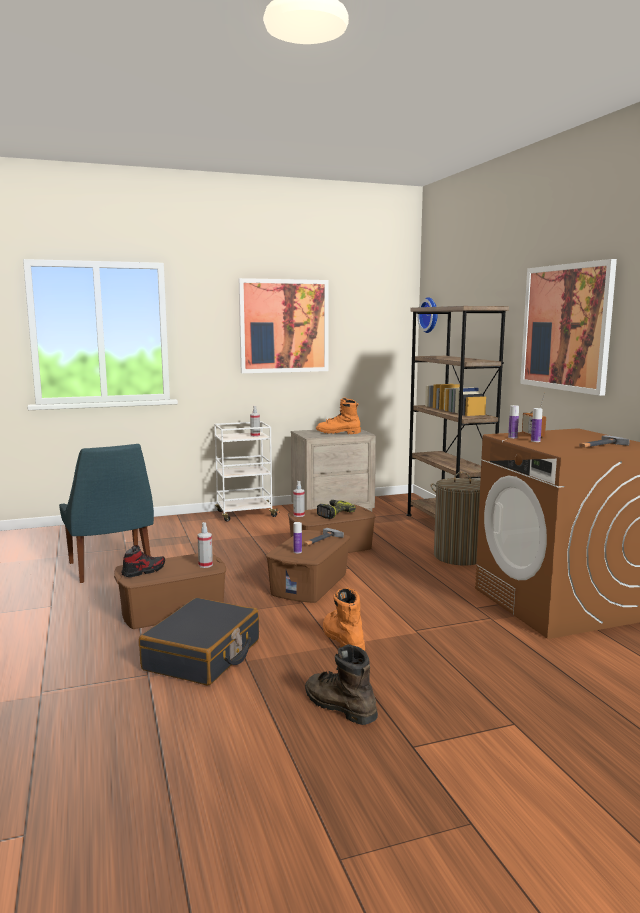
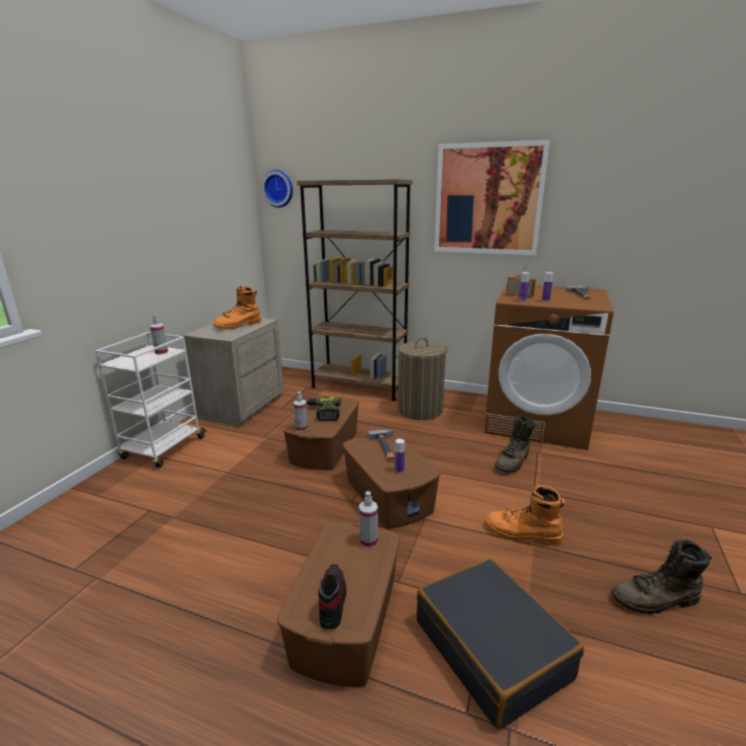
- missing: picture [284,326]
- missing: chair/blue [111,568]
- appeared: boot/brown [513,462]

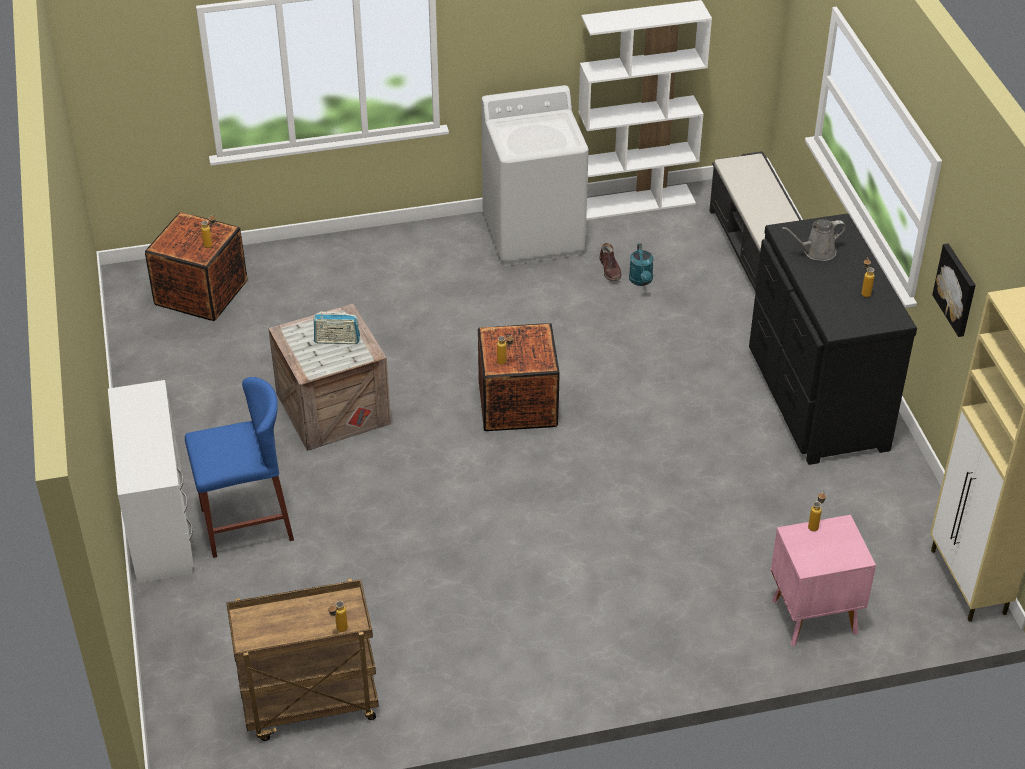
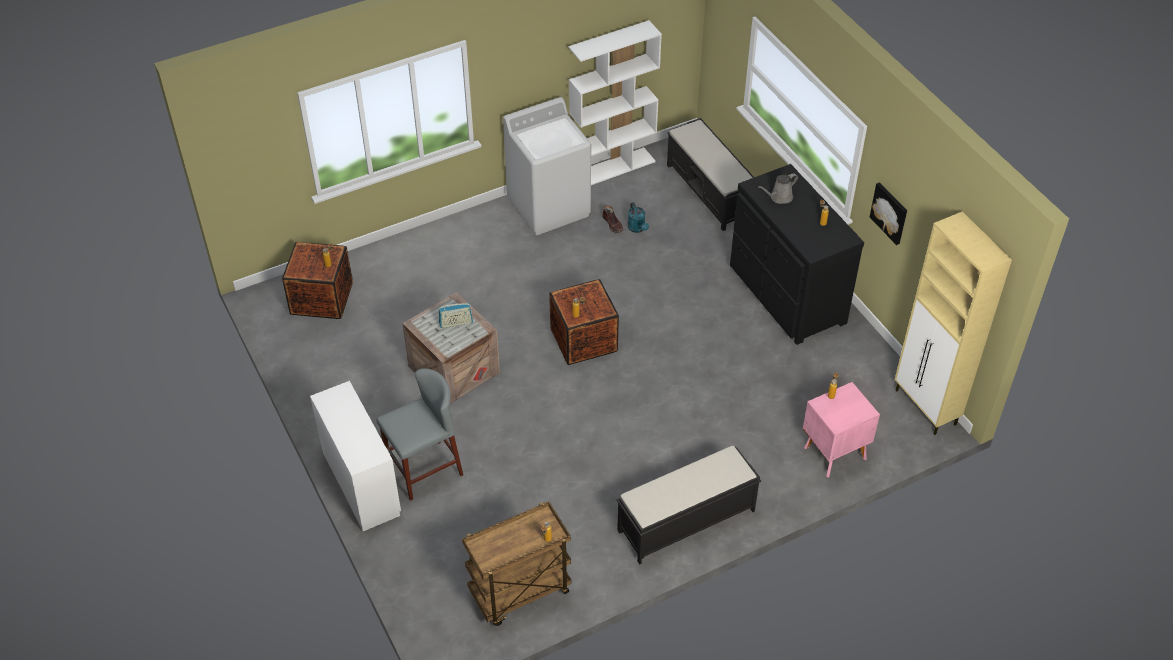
- colour: stool/blue [246,524] to stool/grey [425,470]
- appeared: bench/black [685,521]

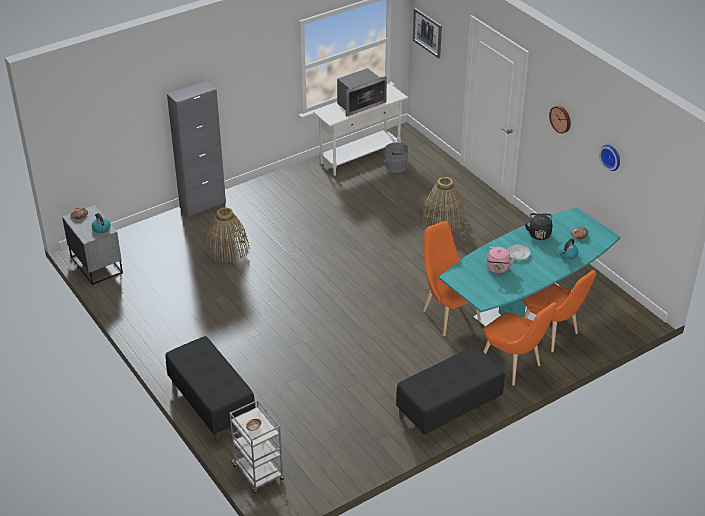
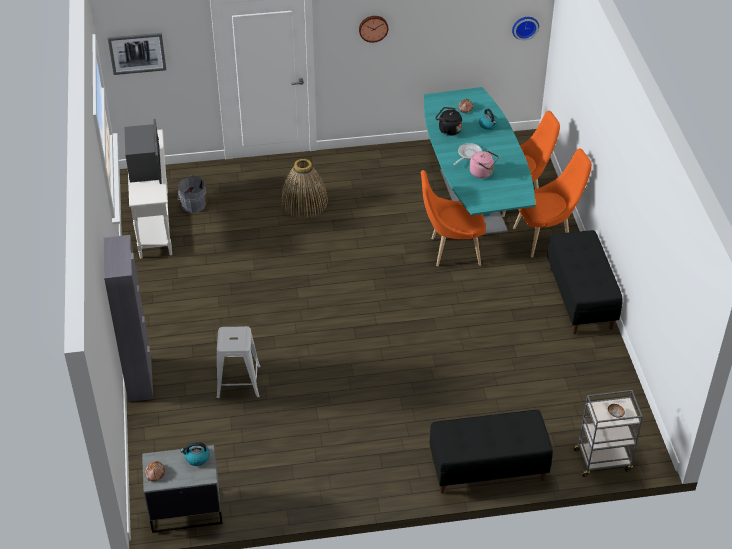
- relocated: wall clock [611,156] to [525,27]
- exchanged: basket [227,249] to stool/white [238,381]

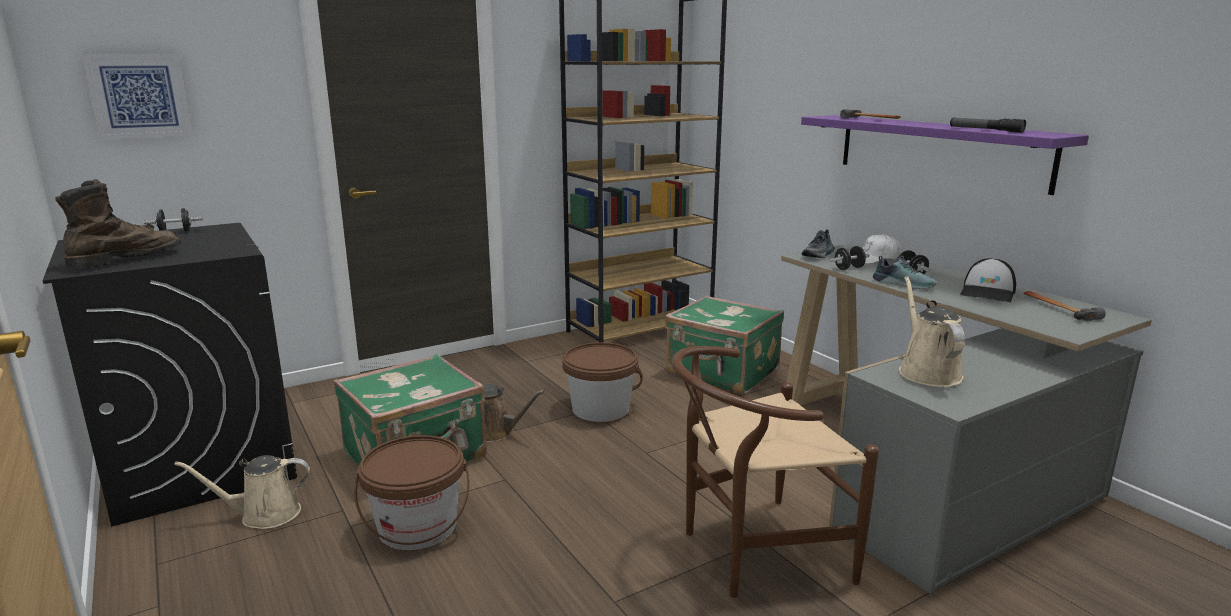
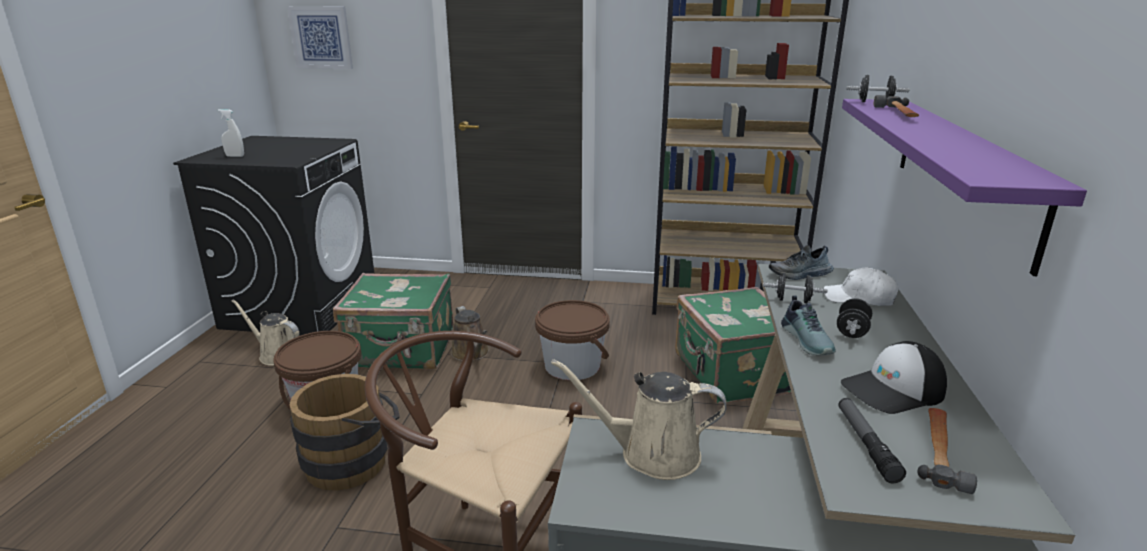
- relocated: flashlight [985,130] to [866,444]
- exchanged: boot/brown [126,259] to spray bottle/white [235,156]
- relocated: dumbbell/black [175,232] to [875,102]
- spun: watering can/beige [927,372] = [651,454] 120 degrees counterclockwise
- appeared: bucket/brown [354,460]

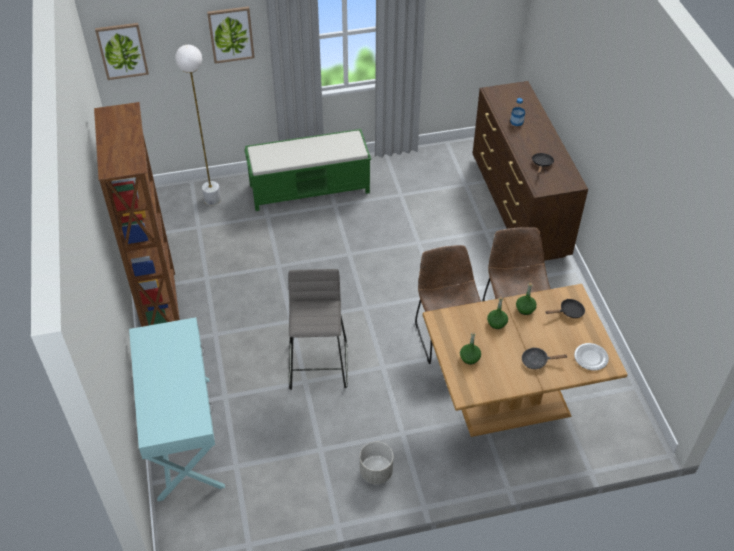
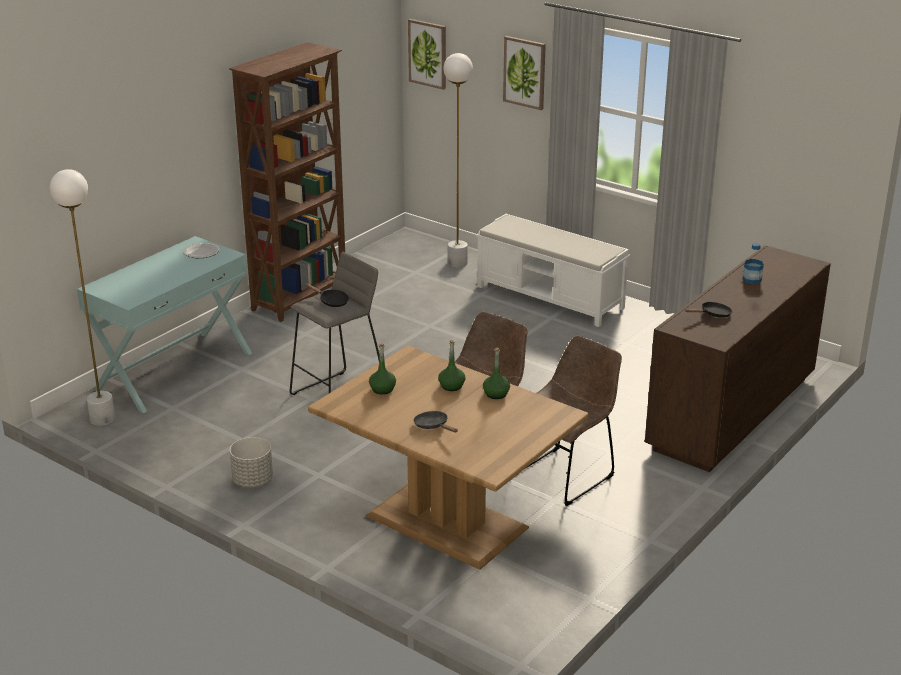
- colour: bench/green [310,188] to bench/white [550,297]
- relocated: frying pan/black [569,312] to [331,301]
- relocated: plate [591,358] to [201,252]
- appeared: floor lamp/white [102,419]

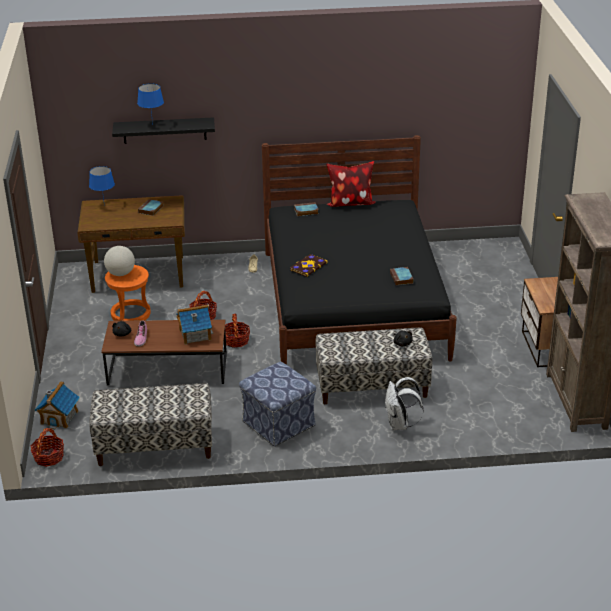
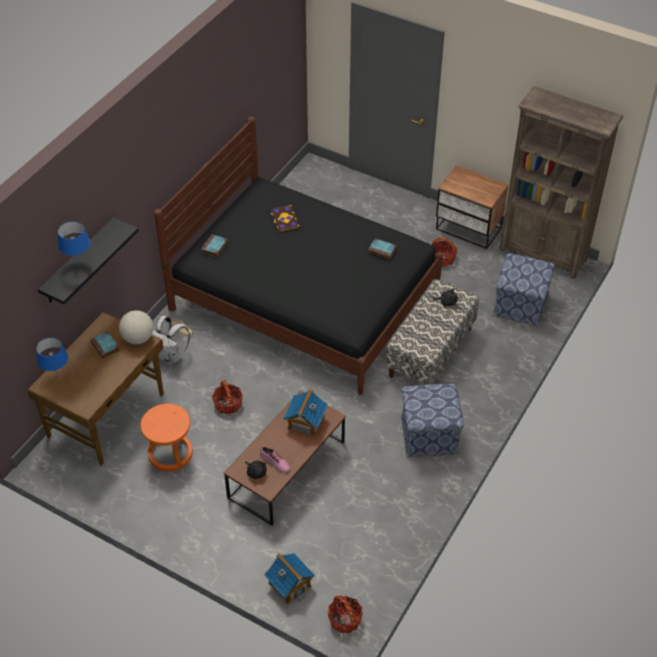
- missing: pillow [350,203]
- relocated: globe [120,274] to [138,338]
- relocated: book [308,266] to [284,219]
- relocated: basket [236,340] to [442,258]
- relocated: backpack/white [400,425] to [170,356]
- missing: bench [154,447]
- appeared: ottoman [520,305]

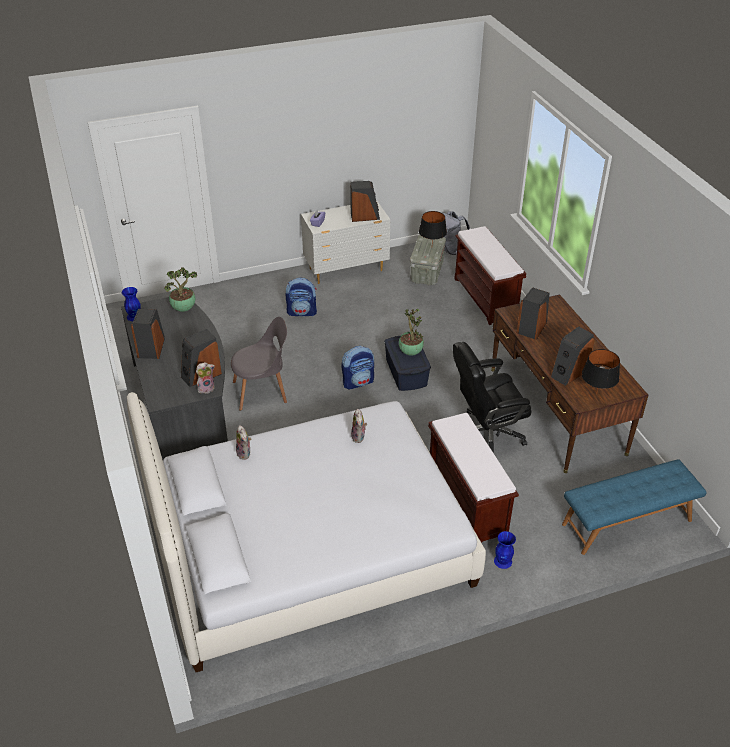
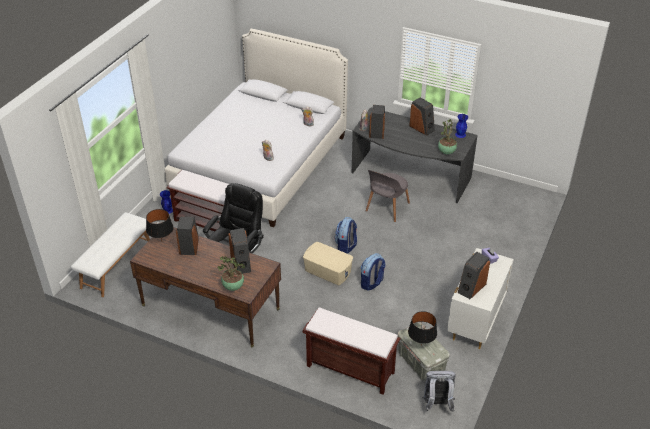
- relocated: backpack [302,312] to [372,283]
- relocated: potted plant [410,352] to [234,287]
- colour: storage box/blue [406,372] to storage box/beige [328,271]
- colour: bench/blue [627,523] to bench/white [116,265]

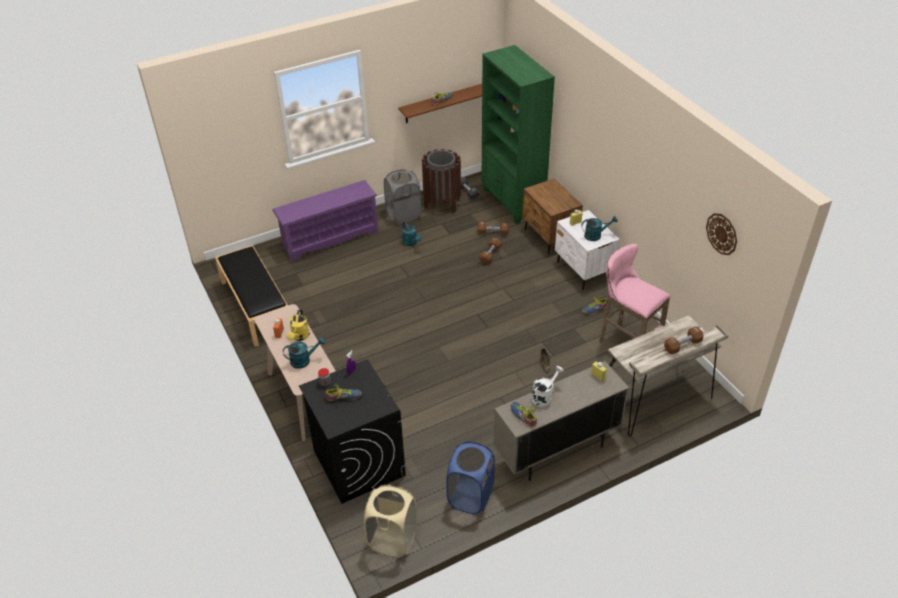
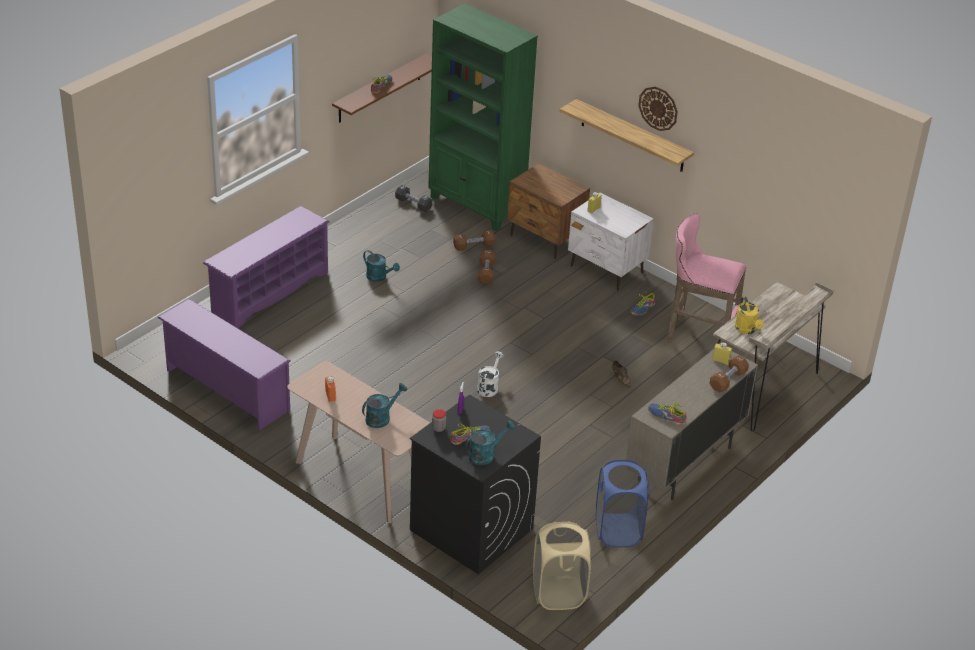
- missing: trash can/brown [442,204]
- missing: laundry basket/grey [403,214]
- relocated: wall clock [722,233] to [658,108]
- relocated: watering can/turquoise [596,235] to [486,455]
- exchanged: bench/black [255,306] to shoe rack/purple [225,391]
- relocated: watering can/yellow [299,337] to [747,330]
- relocated: dumbbell/brown [682,345] to [728,380]
- relocated: watering can/white [544,396] to [489,387]
- appeared: shelf [632,136]

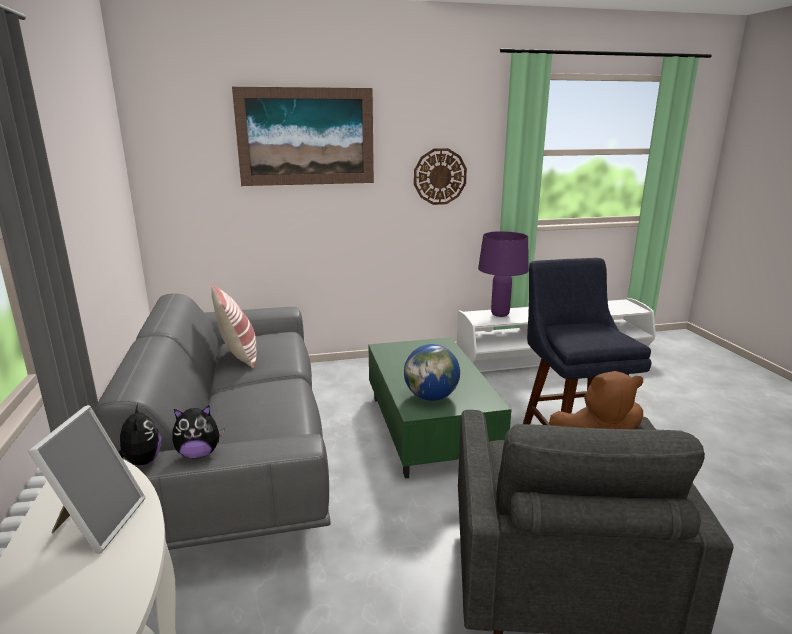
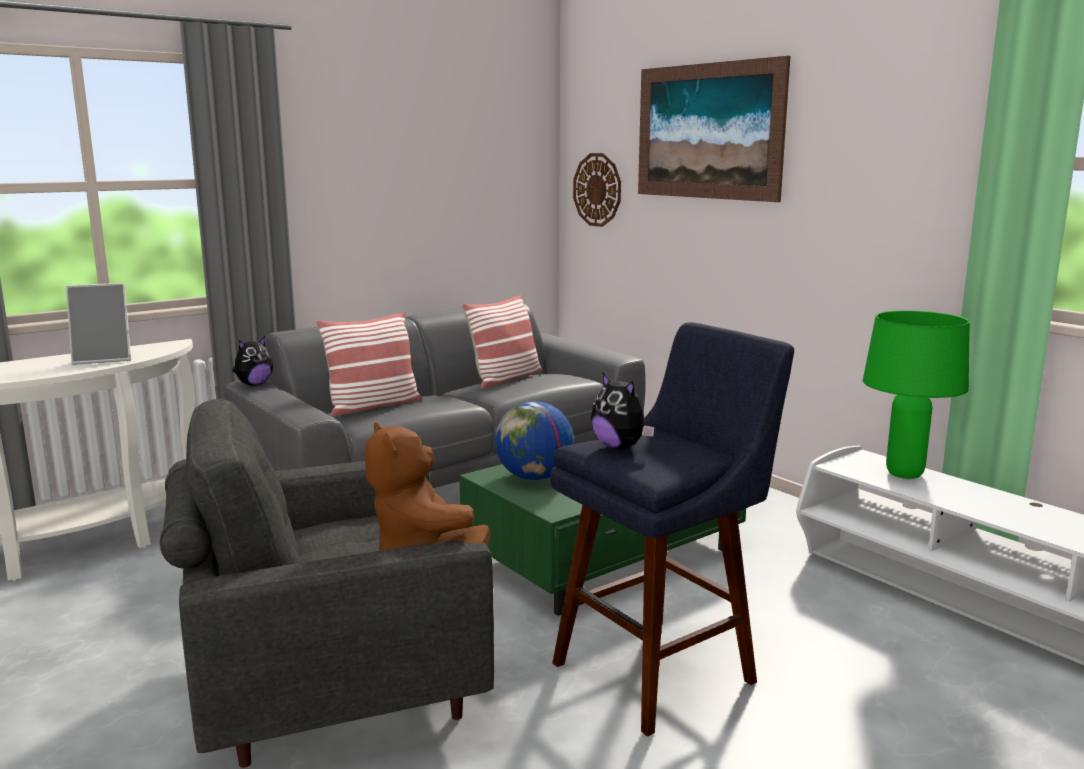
- relocated: wall clock [440,176] to [597,190]
- colour: table lamp/purple [500,314] to table lamp/green [905,474]
- relocated: plush toy [199,454] to [620,447]
- appeared: pillow [373,406]

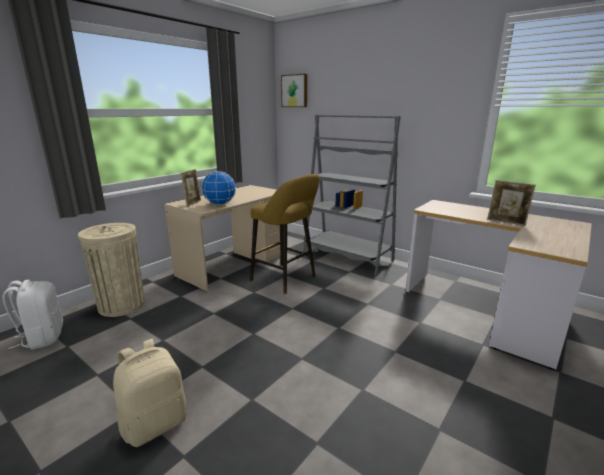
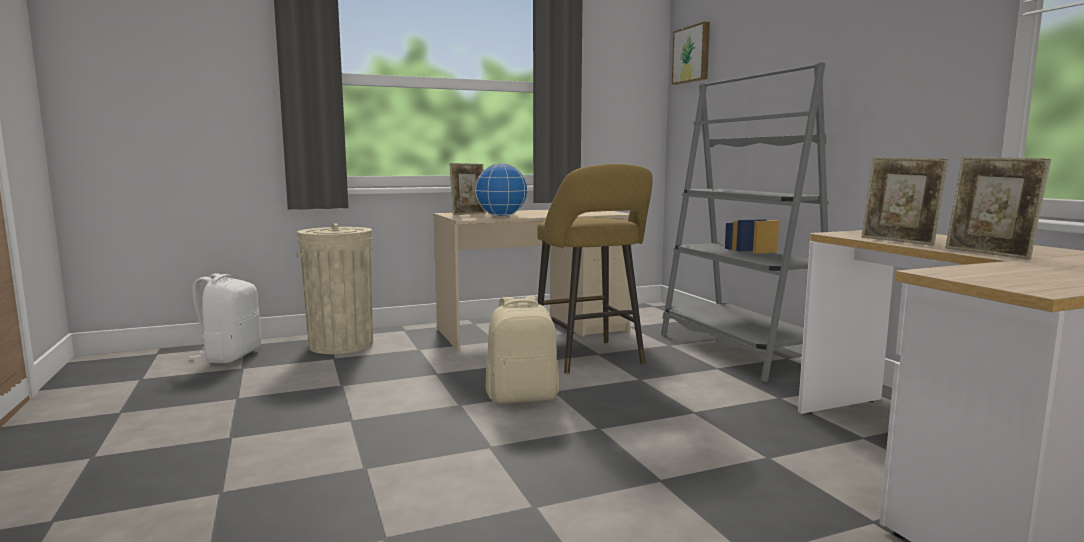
- relocated: backpack/beige [155,423] to [522,397]
- appeared: picture frame [898,241]

